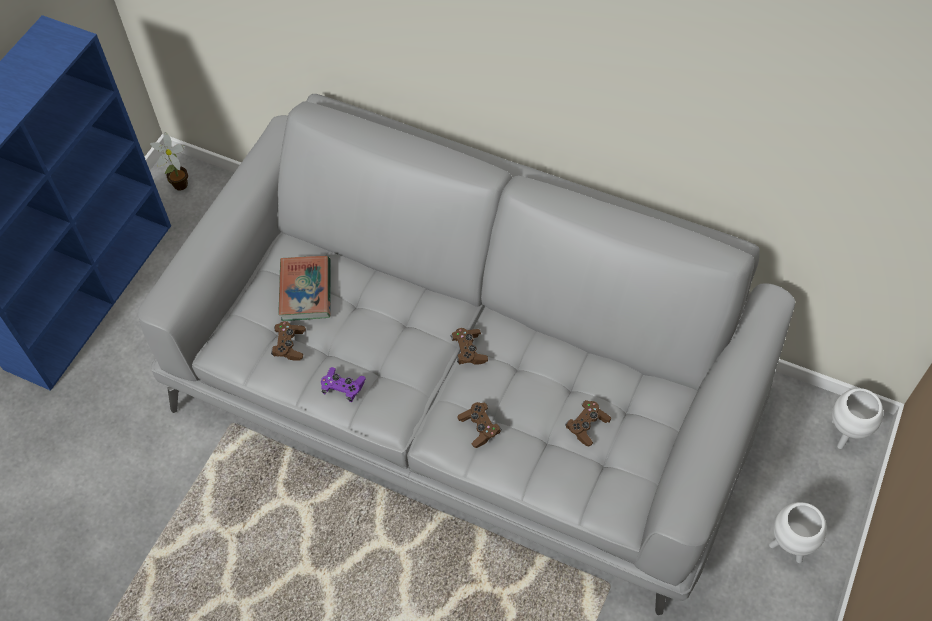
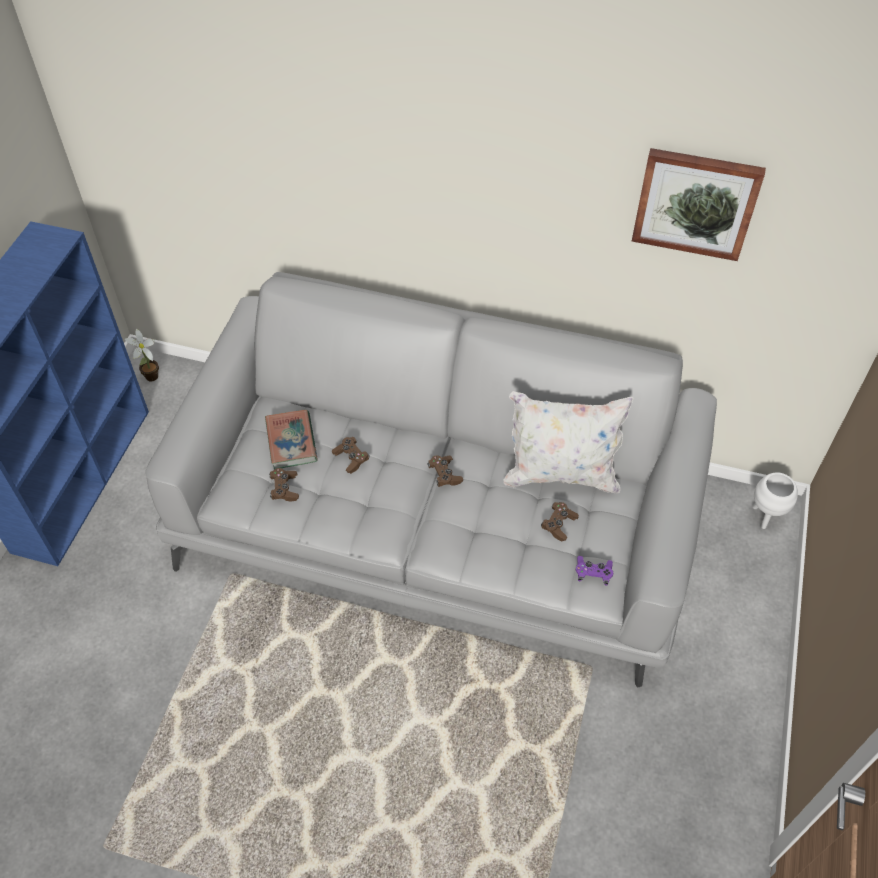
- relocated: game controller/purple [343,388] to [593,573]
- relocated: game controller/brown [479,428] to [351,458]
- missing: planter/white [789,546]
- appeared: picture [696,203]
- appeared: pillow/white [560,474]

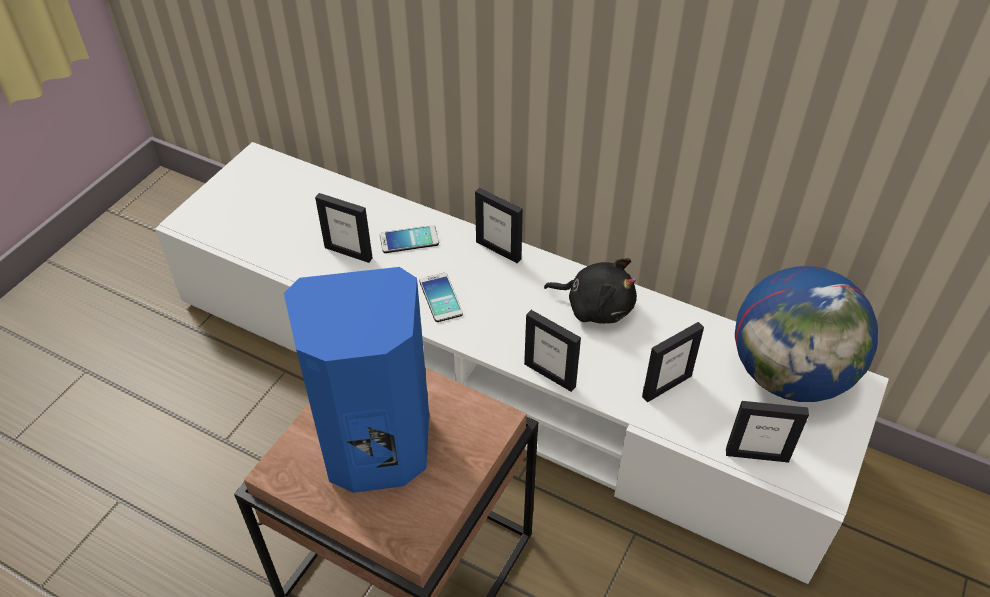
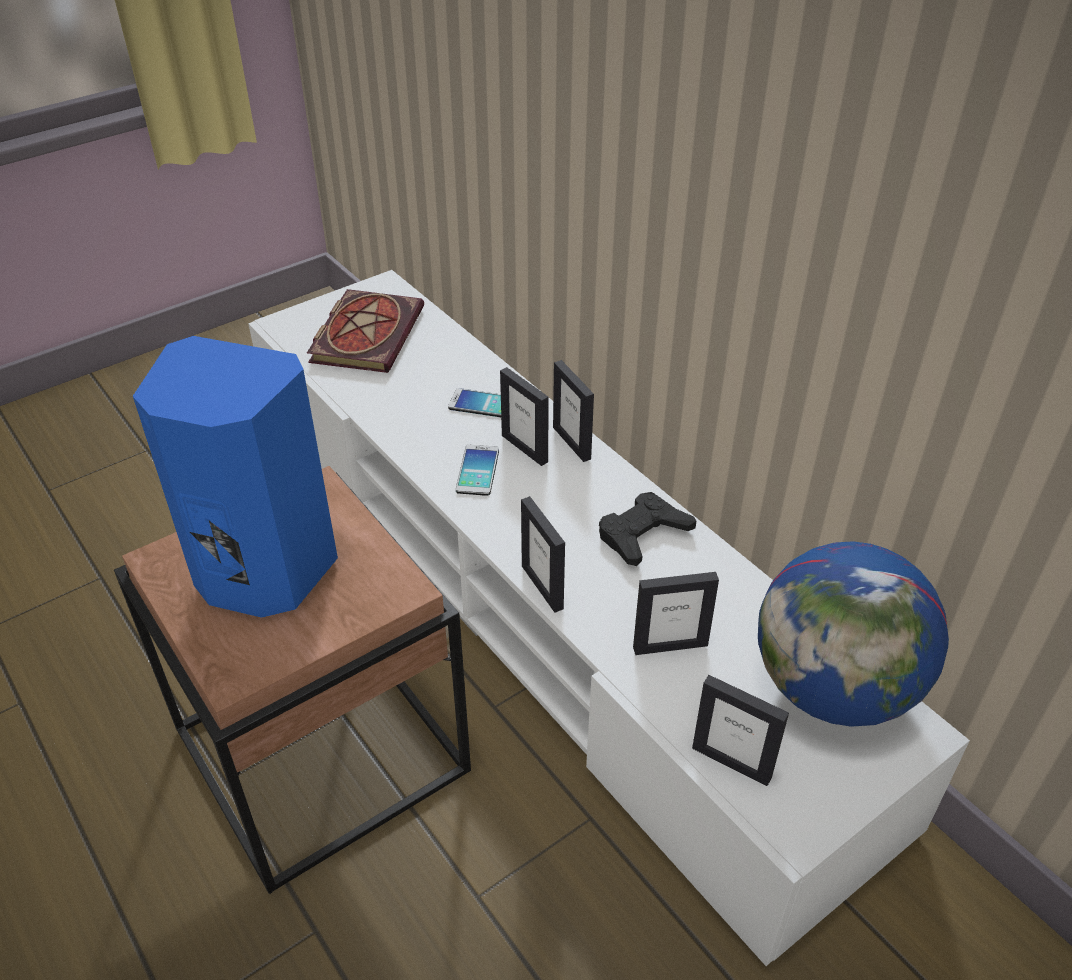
- relocated: picture frame [348,252] to [525,448]
- exchanged: plush toy/black [595,306] to game controller/black [643,534]
- appeared: book [366,333]

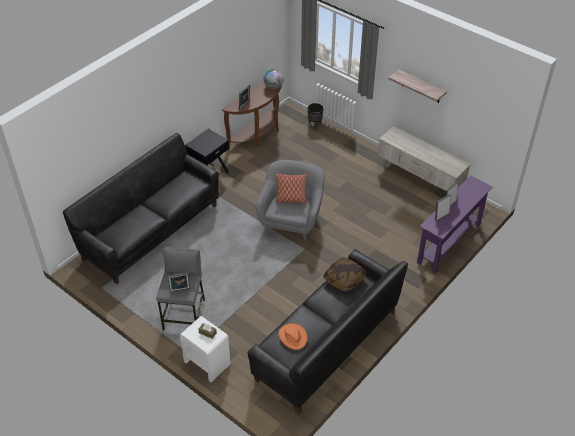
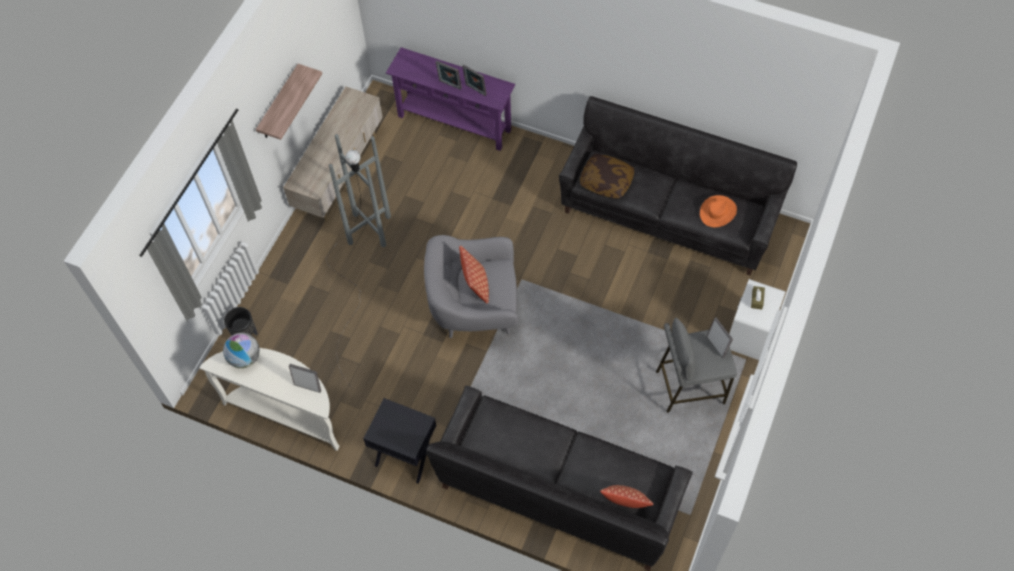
- colour: console table/brown [259,134] to console table/white [288,412]
- appeared: floor lamp/grey [357,265]
- appeared: pillow [625,504]

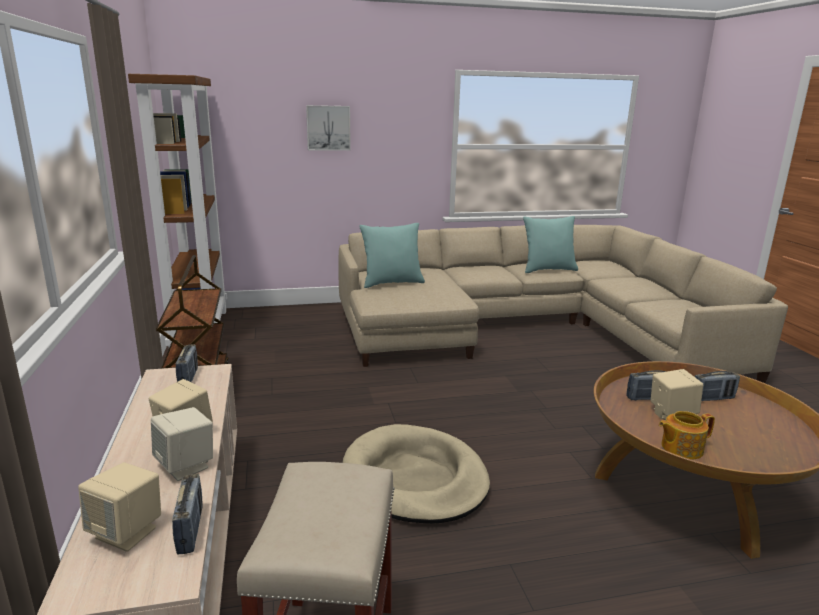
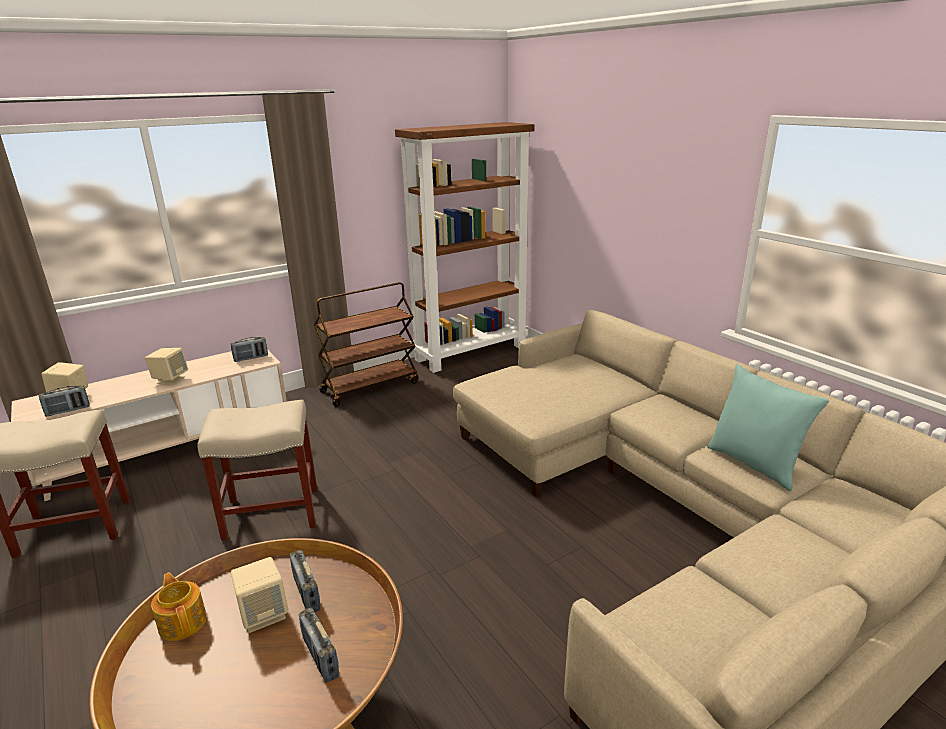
- missing: picture [328,128]
- missing: pillow/turquoise [392,283]
- missing: speaker/beige [186,466]
- exchanged: dog bed/beige [414,478] to stool/beige [270,513]

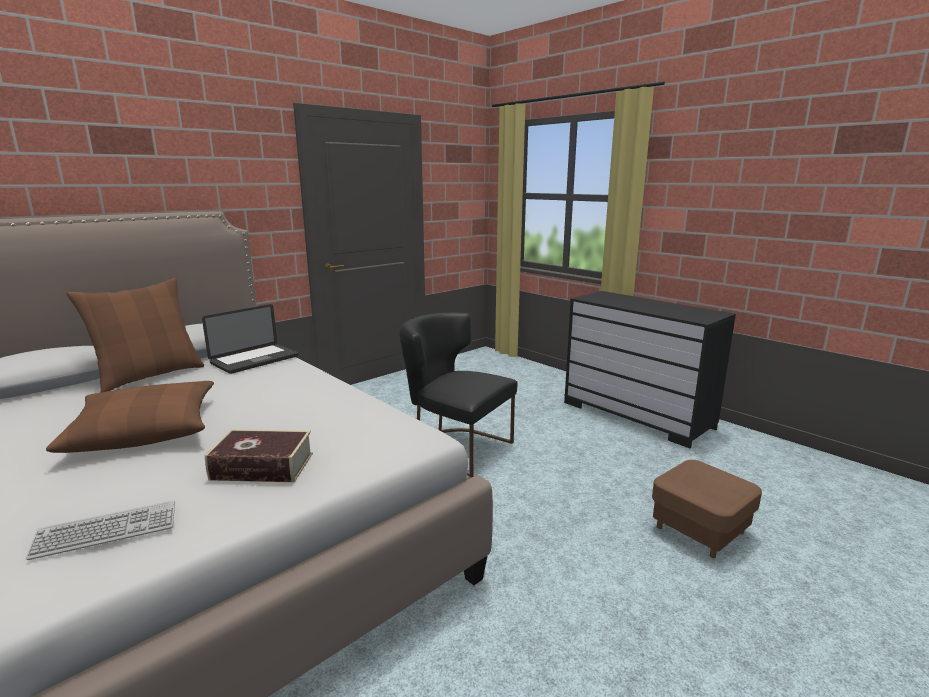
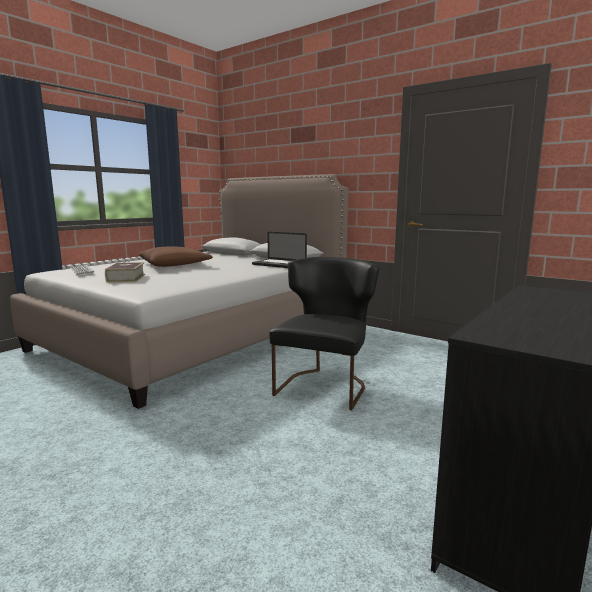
- missing: pillow/brown [150,376]
- missing: ottoman/brown [700,530]

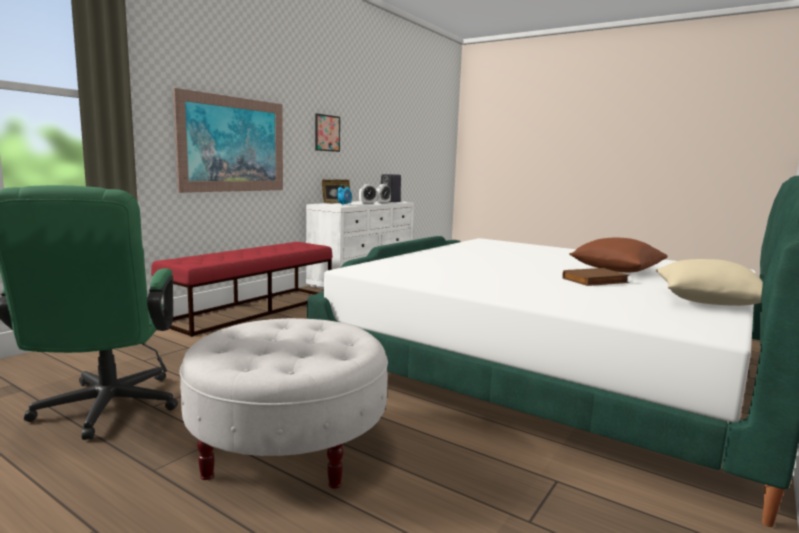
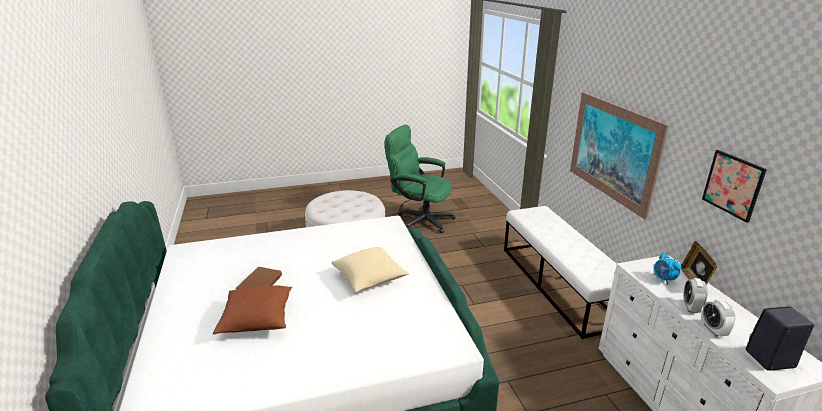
- colour: bench/red [253,309] to bench/white [558,285]
- relocated: pillow/beige [707,301] to [370,279]

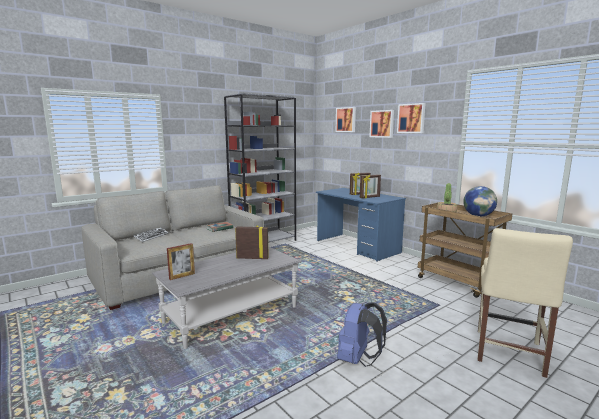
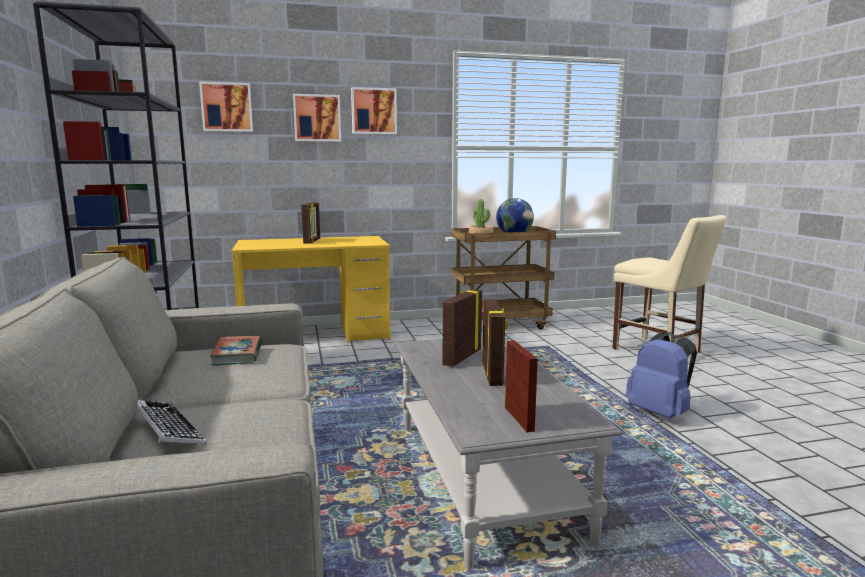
- relocated: picture frame [370,197] to [493,374]
- colour: desk/blue [357,247] to desk/yellow [316,335]

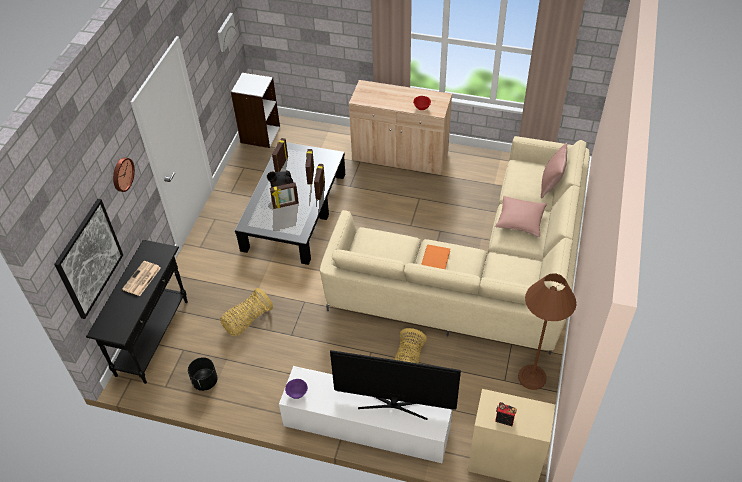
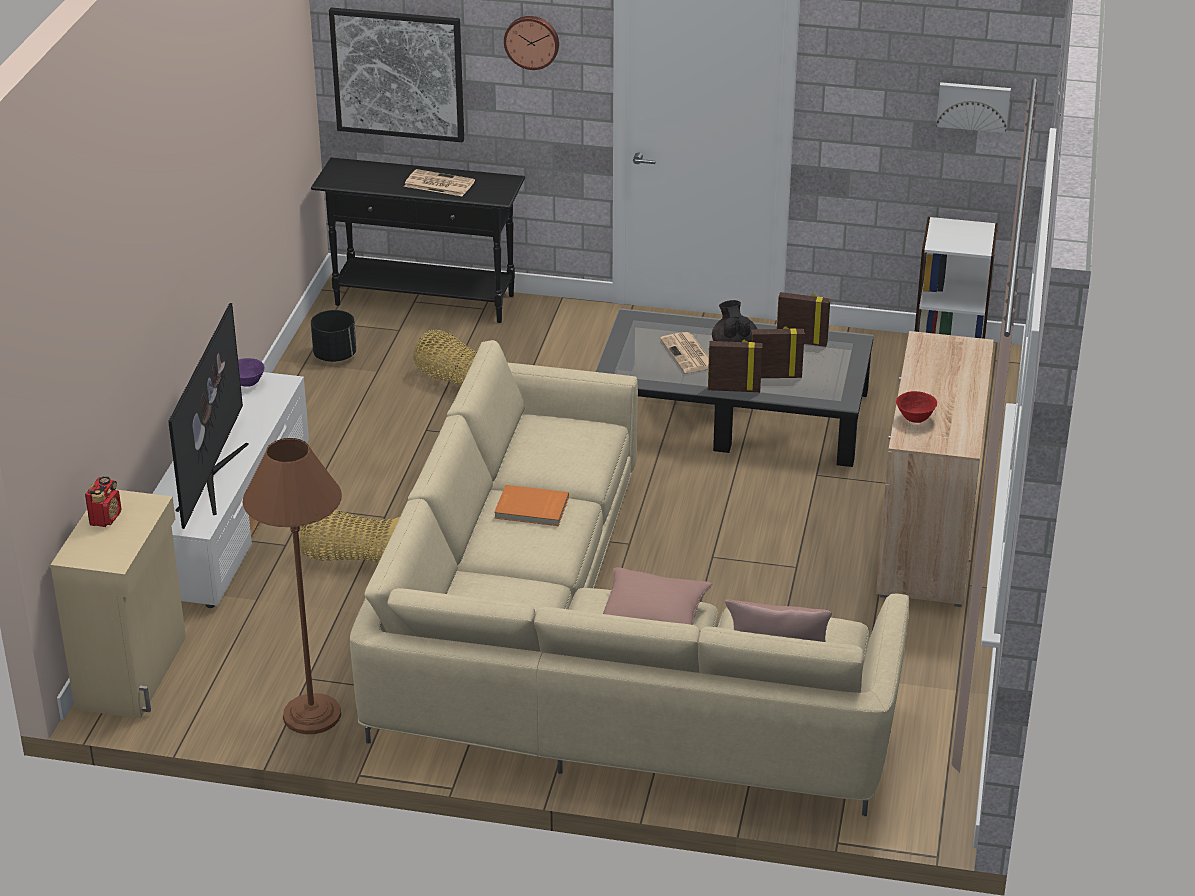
- exchanged: picture frame [285,205] to newspaper [689,354]

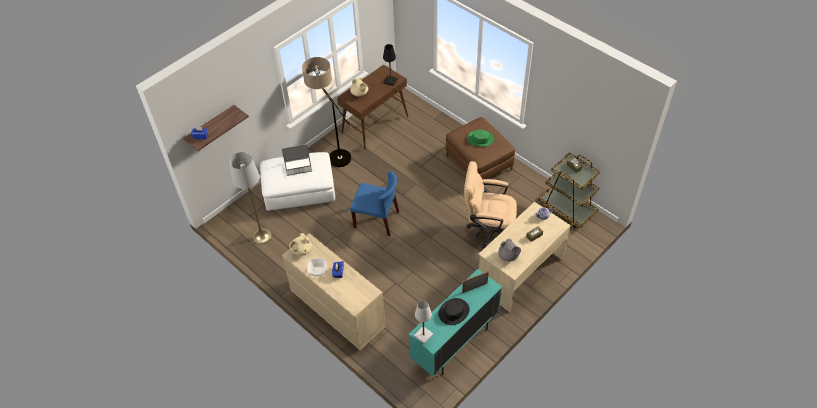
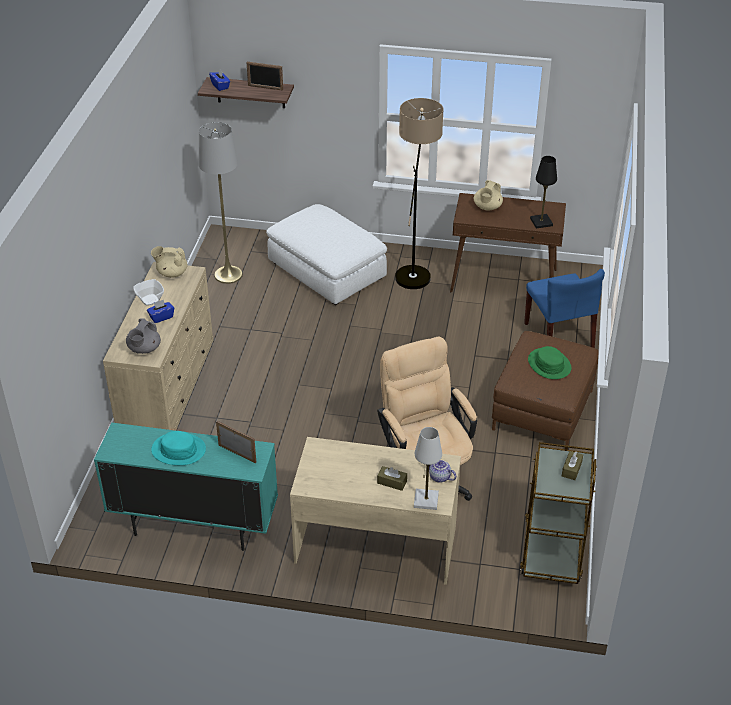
- missing: laptop [298,166]
- relocated: chair/blue [377,219] to [559,337]
- relocated: teapot/grey [508,256] to [144,349]
- colour: hat/black [453,312] to hat/turquoise [178,450]
- relocated: table lamp/white [423,335] to [426,500]
- appeared: picture frame [265,88]

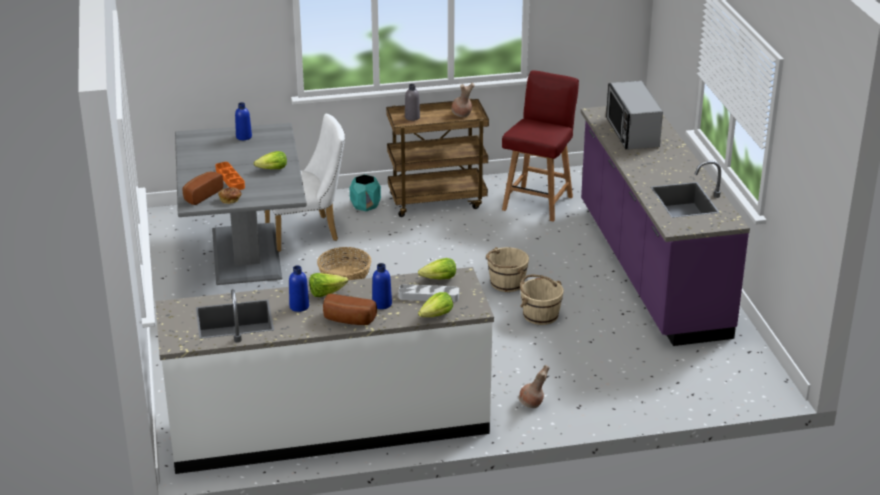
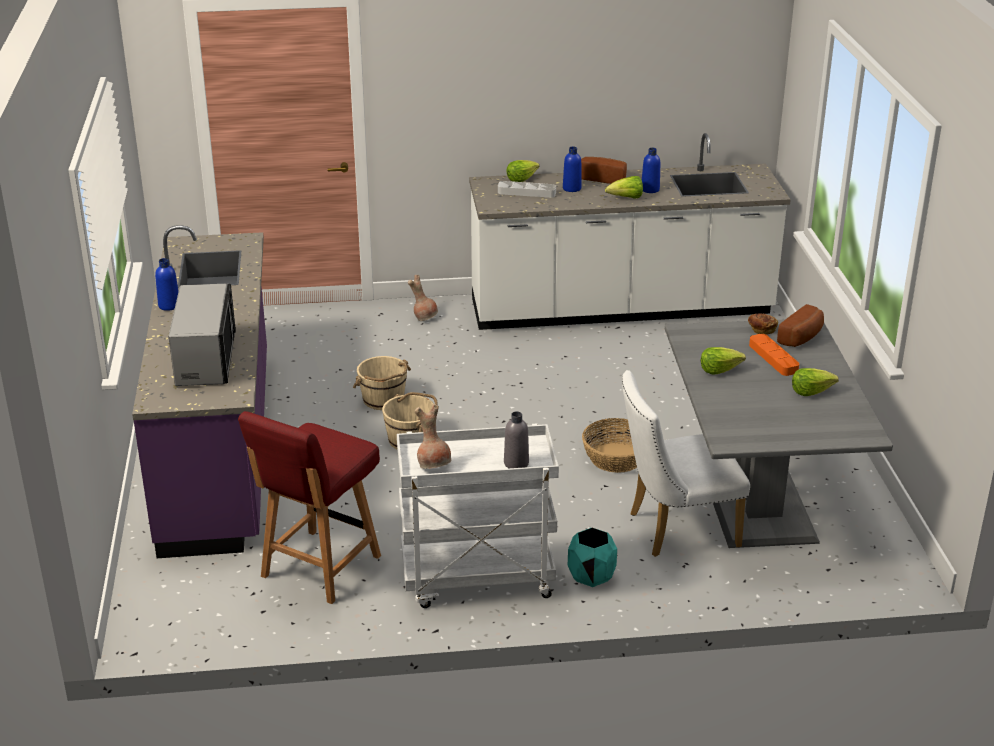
- colour: cart/brown [437,200] to cart/white [476,580]
- relocated: bottle/blue [244,137] to [169,305]
- relocated: lettuce [439,279] to [811,391]

